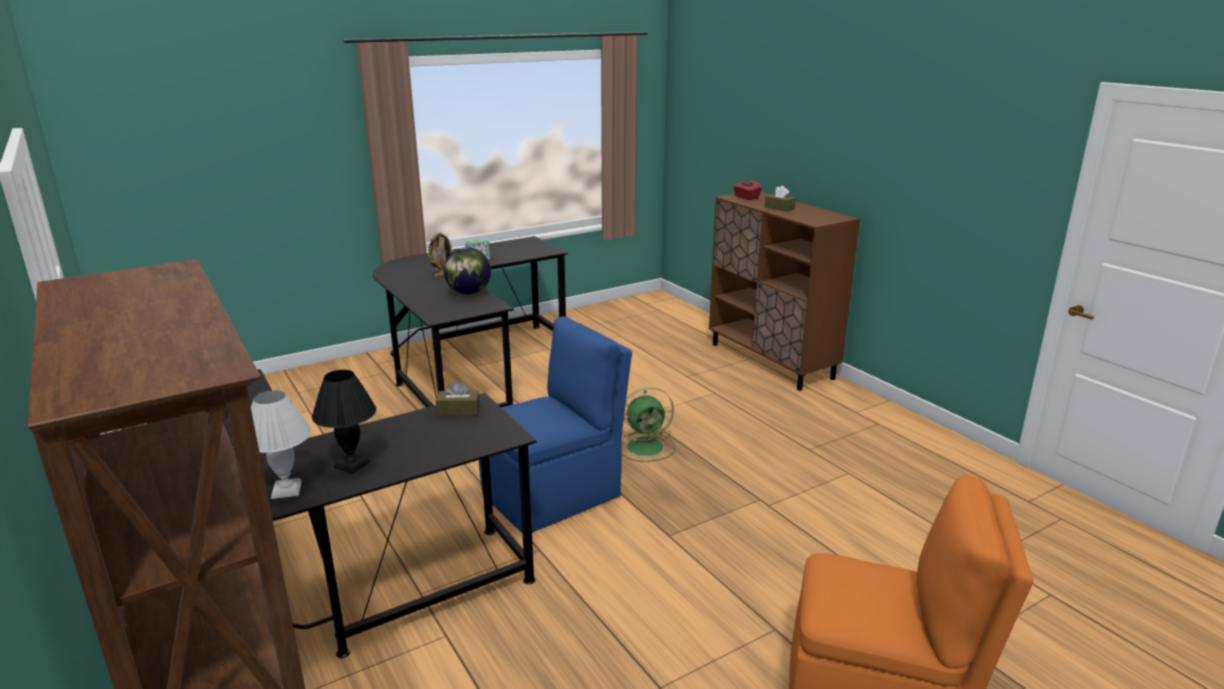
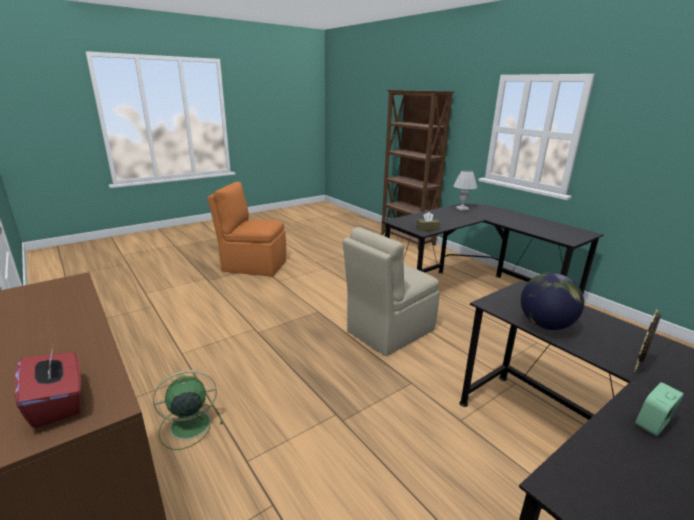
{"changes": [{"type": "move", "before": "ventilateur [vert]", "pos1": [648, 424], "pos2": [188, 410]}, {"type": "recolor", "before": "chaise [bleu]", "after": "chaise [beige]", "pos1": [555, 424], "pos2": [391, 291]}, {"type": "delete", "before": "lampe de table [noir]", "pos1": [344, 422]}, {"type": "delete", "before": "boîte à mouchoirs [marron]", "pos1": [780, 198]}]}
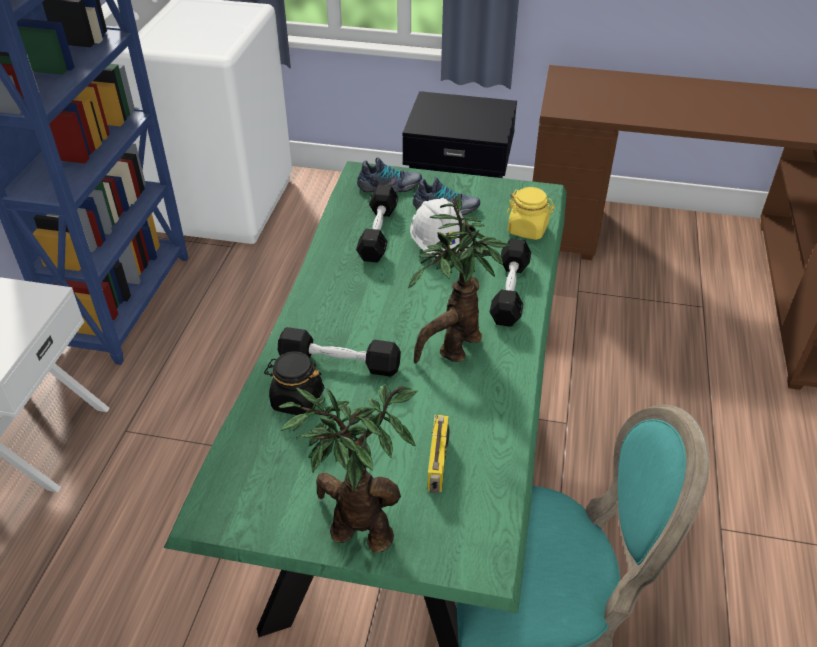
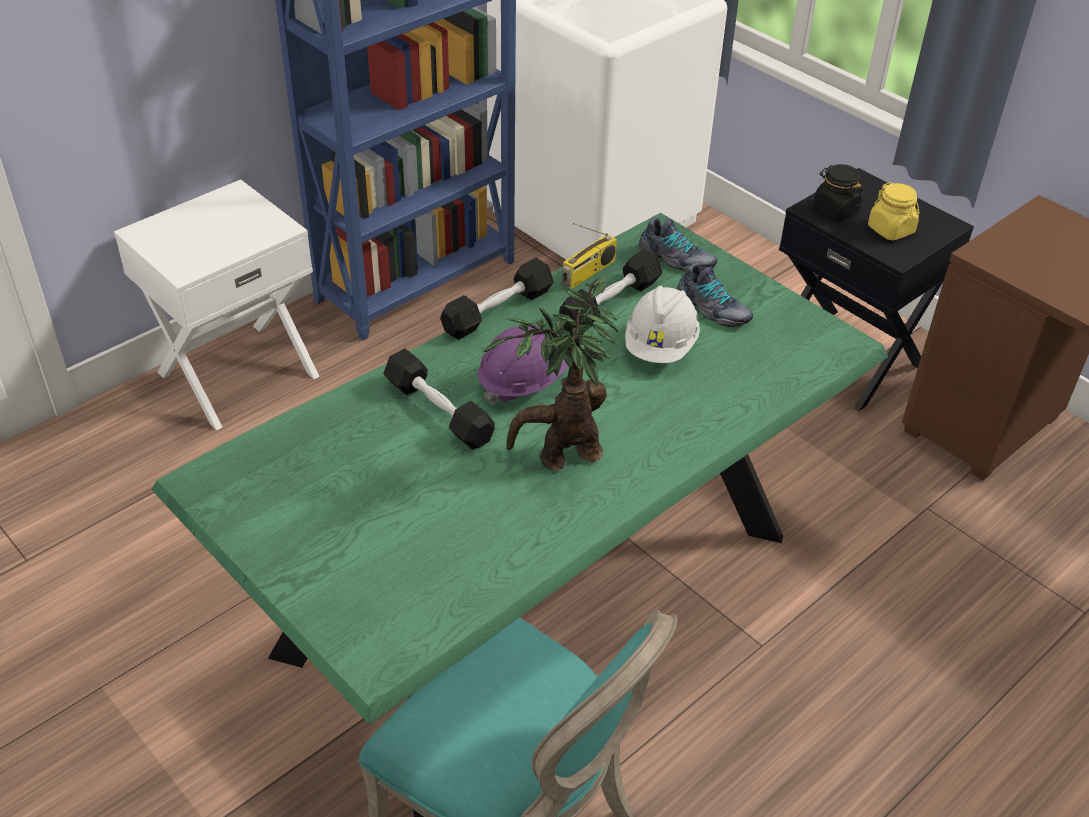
{"changes": [{"type": "move", "before": "haltère [noir]", "pos1": [510, 283], "pos2": [497, 298]}, {"type": "insert", "after": "casque de chantier [violet]", "pos2": [523, 365]}, {"type": "move", "before": "radio", "pos1": [438, 454], "pos2": [589, 256]}, {"type": "move", "before": "bocal [noir]", "pos1": [294, 383], "pos2": [838, 192]}, {"type": "move", "before": "bocal [jaune]", "pos1": [531, 213], "pos2": [893, 211]}, {"type": "delete", "before": "plante en pot", "pos1": [348, 468]}]}
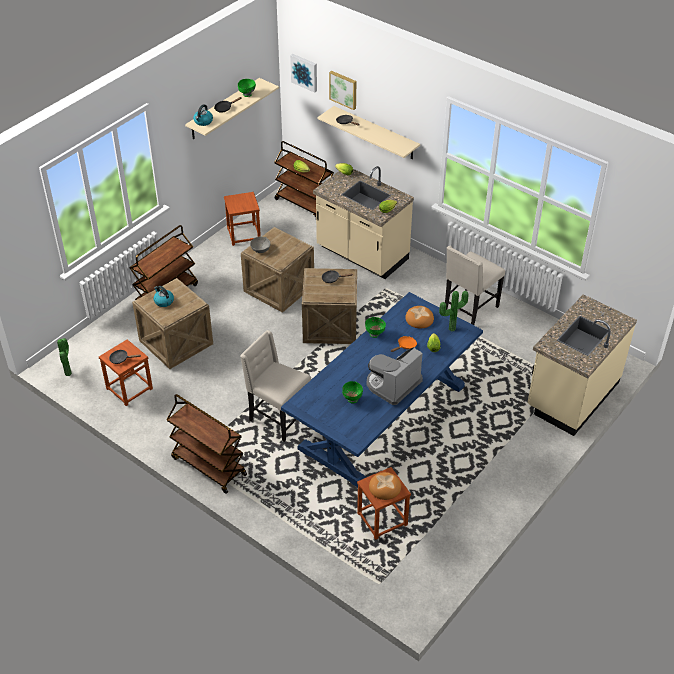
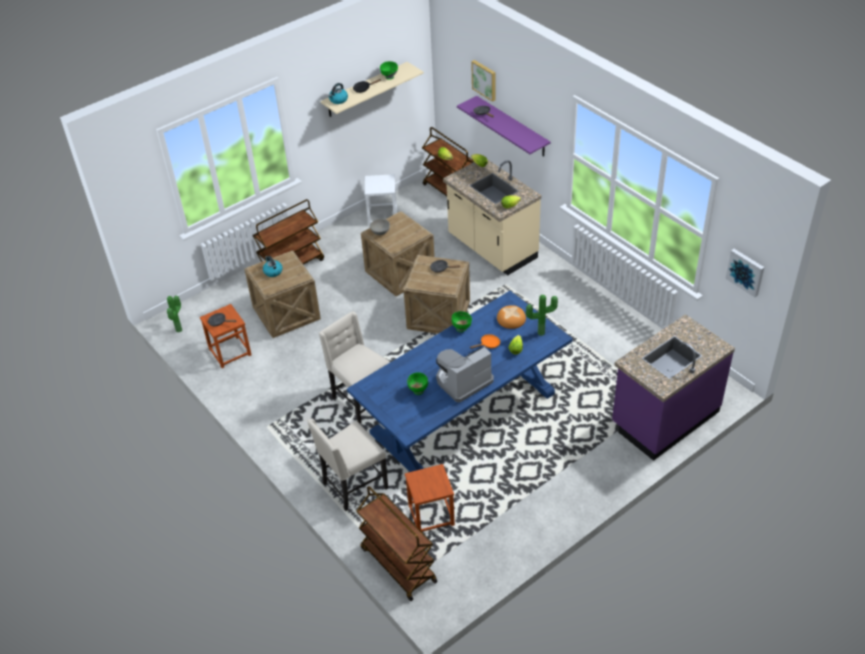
{"changes": [{"type": "move", "before": "chaise [beige]", "pos1": [475, 285], "pos2": [347, 465]}, {"type": "move", "before": "chariot [marron]", "pos1": [207, 444], "pos2": [396, 543]}, {"type": "recolor", "before": "tabouret [marron]", "after": "tabouret [blanc]", "pos1": [242, 219], "pos2": [380, 199]}, {"type": "recolor", "before": "étagère [beige]", "after": "étagère [violet]", "pos1": [368, 132], "pos2": [504, 126]}, {"type": "recolor", "before": "comptoir de cuisine [beige]", "after": "comptoir de cuisine [violet]", "pos1": [582, 365], "pos2": [673, 387]}, {"type": "move", "before": "tableau", "pos1": [303, 73], "pos2": [744, 273]}, {"type": "delete", "before": "pain", "pos1": [385, 486]}]}
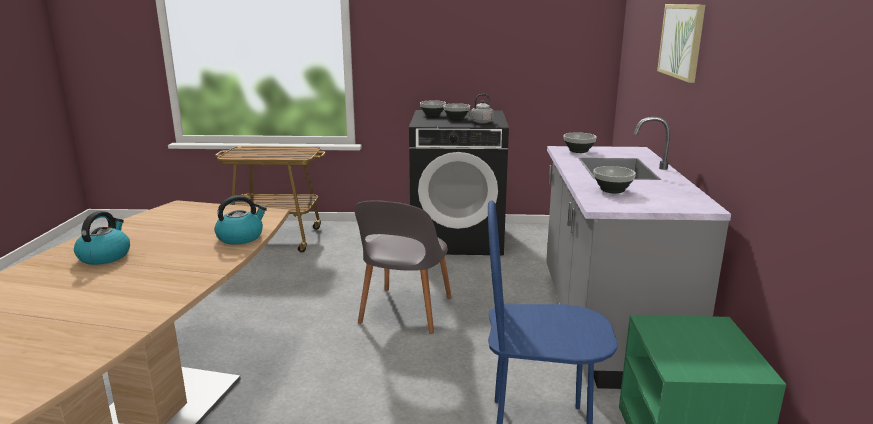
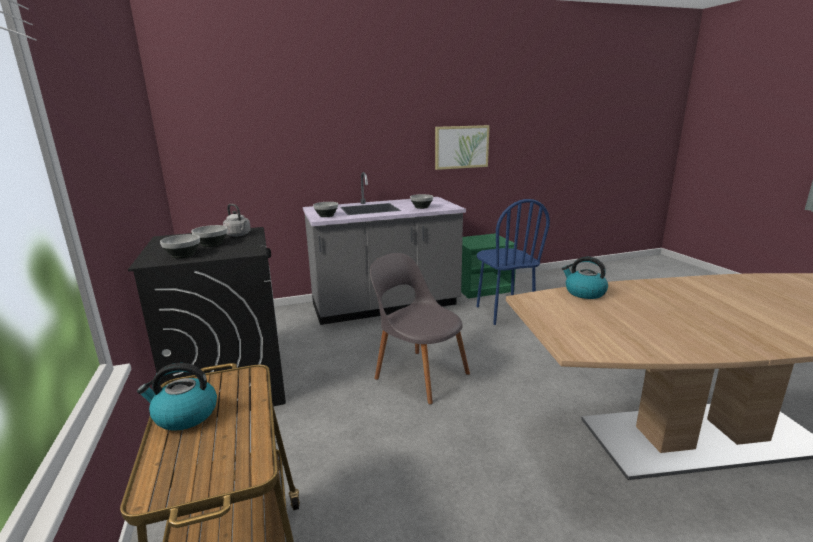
{"changes": [{"type": "move", "before": "bouilloire", "pos1": [102, 238], "pos2": [177, 397]}, {"type": "rotate", "before": "chaise [gris]", "pos1": [403, 267], "pos2": [420, 328], "turn": -135}, {"type": "move", "before": "tableau", "pos1": [681, 43], "pos2": [462, 147]}]}
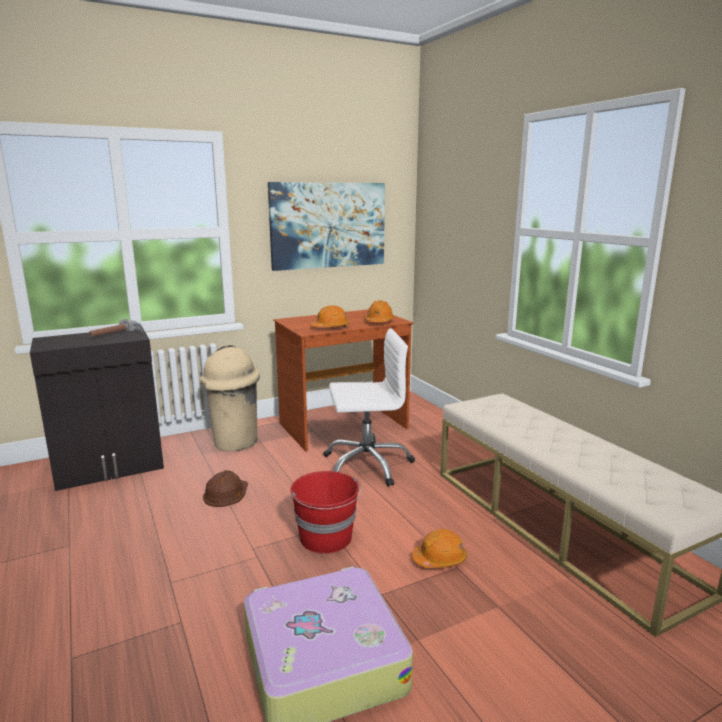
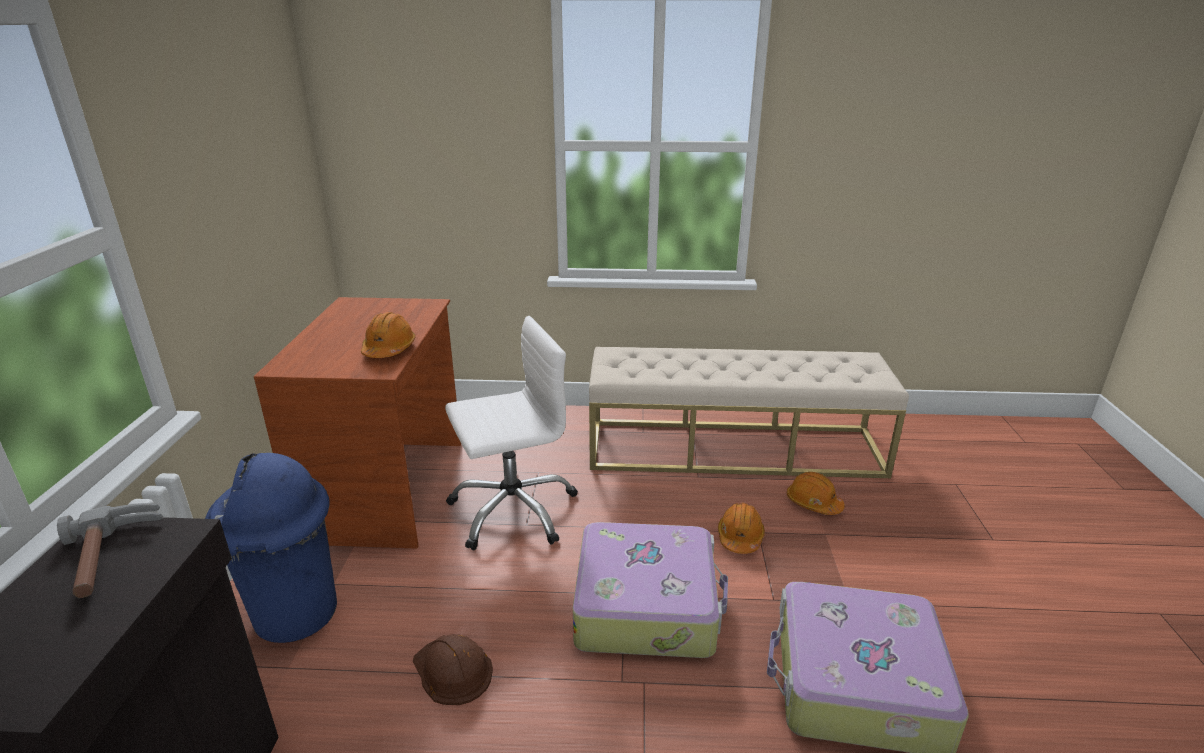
{"changes": [{"type": "recolor", "before": "poubelle [beige]", "after": "poubelle [bleu]", "pos1": [229, 398], "pos2": [271, 548]}, {"type": "rotate", "before": "chaise de bureau [blanc]", "pos1": [369, 407], "pos2": [511, 433], "turn": 45}, {"type": "replace", "before": "seau [rouge]", "after": "valise", "pos1": [326, 512], "pos2": [650, 590]}, {"type": "move", "before": "casque de chantier [orange]", "pos1": [379, 311], "pos2": [816, 493]}, {"type": "delete", "before": "tableau", "pos1": [326, 226]}]}
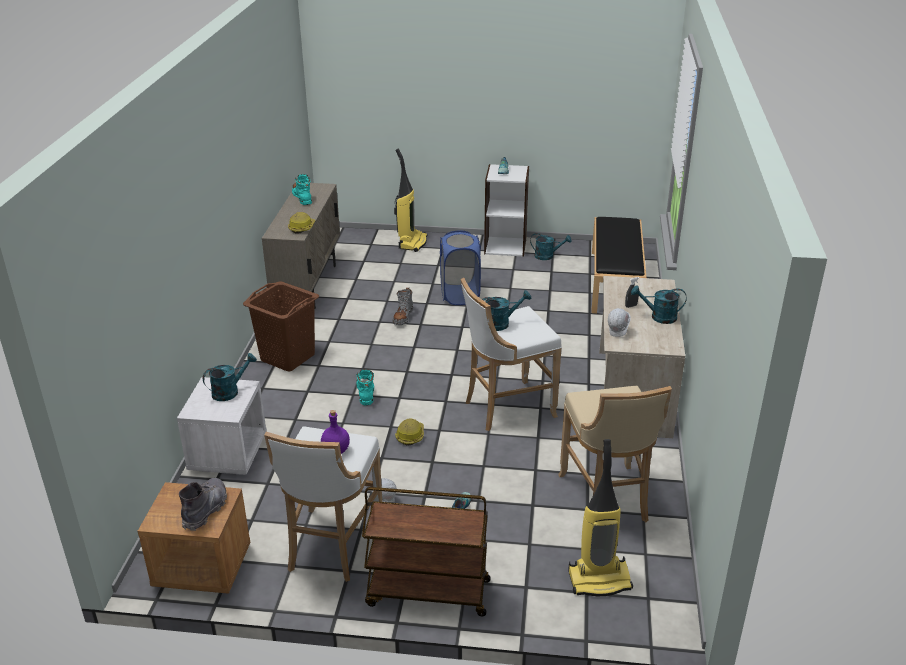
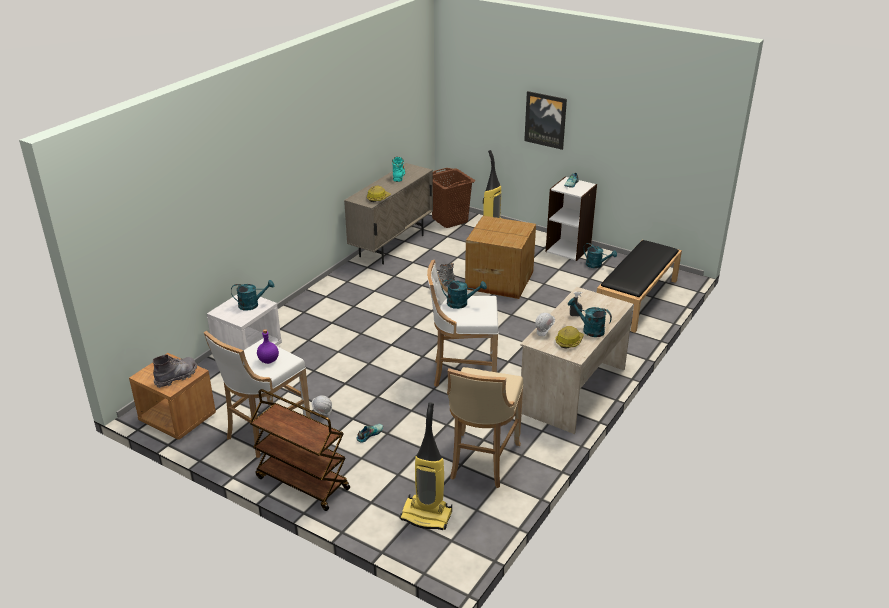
{"changes": [{"type": "move", "before": "panier à linge [marron]", "pos1": [281, 326], "pos2": [453, 198]}, {"type": "replace", "before": "panier à linge [bleu]", "after": "carton", "pos1": [460, 268], "pos2": [500, 257]}, {"type": "insert", "after": "tableau", "pos2": [545, 120]}, {"type": "move", "before": "casque de chantier", "pos1": [409, 431], "pos2": [569, 337]}, {"type": "delete", "before": "botte [turquoise]", "pos1": [365, 388]}]}
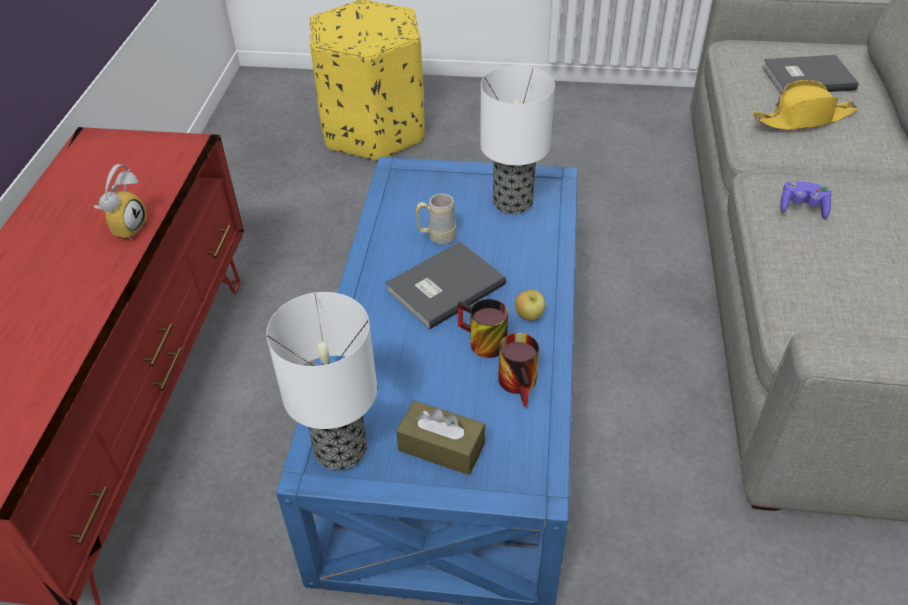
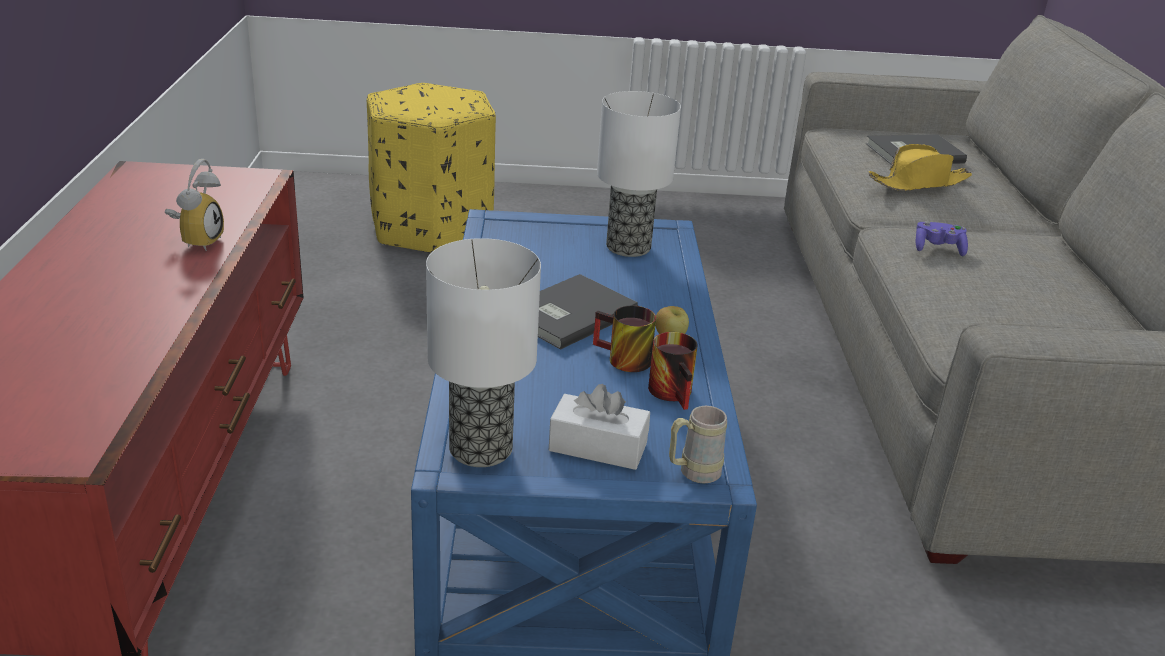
{"changes": [{"type": "recolor", "before": "boîte à mouchoirs [marron]", "after": "boîte à mouchoirs [blanc]", "pos1": [440, 437], "pos2": [599, 427]}, {"type": "move", "before": "mug [beige]", "pos1": [436, 219], "pos2": [698, 445]}]}
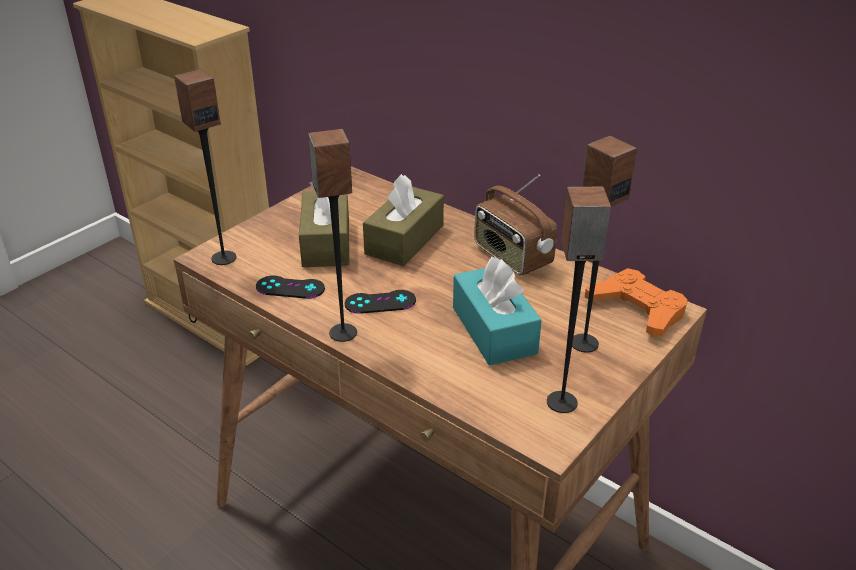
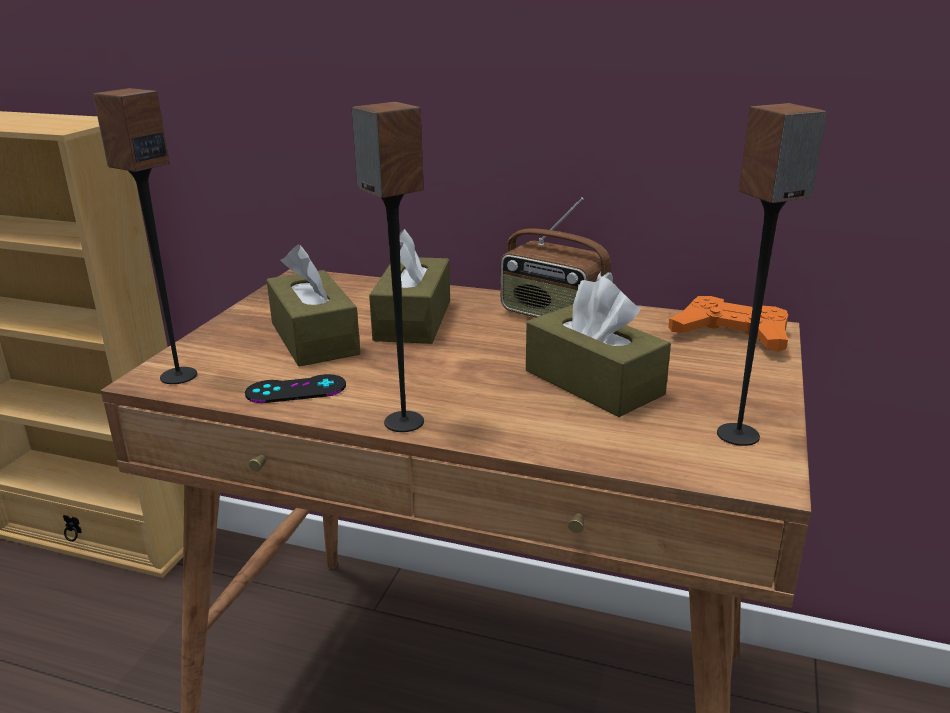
{"changes": [{"type": "recolor", "before": "boîte à mouchoirs [turquoise]", "after": "boîte à mouchoirs [marron]", "pos1": [497, 311], "pos2": [598, 347]}, {"type": "delete", "before": "manette [noir]", "pos1": [380, 302]}, {"type": "delete", "before": "enceinte", "pos1": [604, 244]}]}
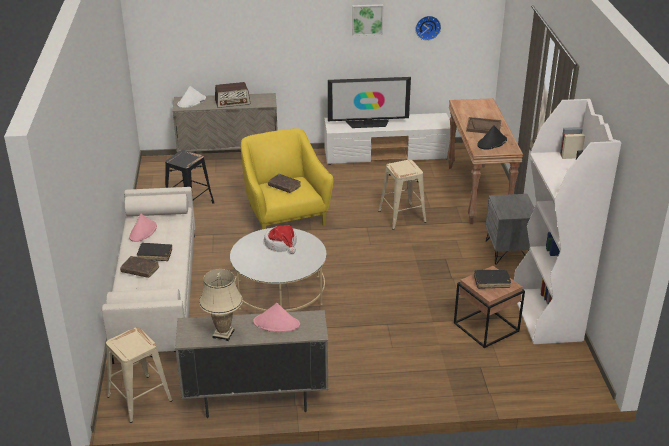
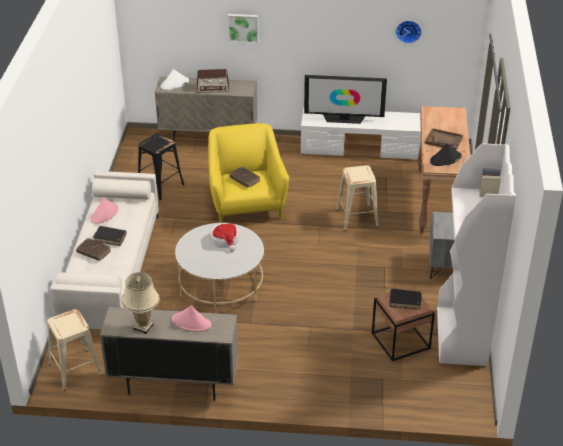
{"changes": [{"type": "move", "before": "tableau", "pos1": [367, 20], "pos2": [243, 28]}]}
